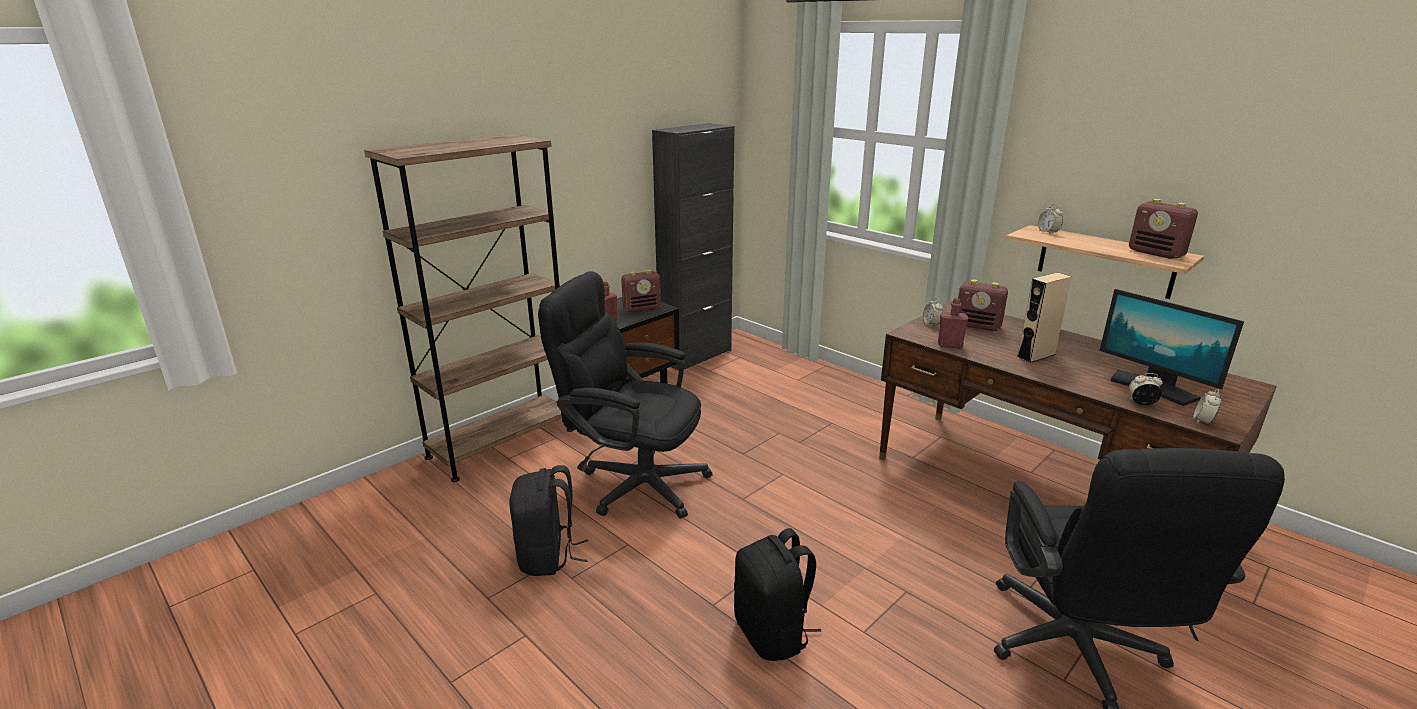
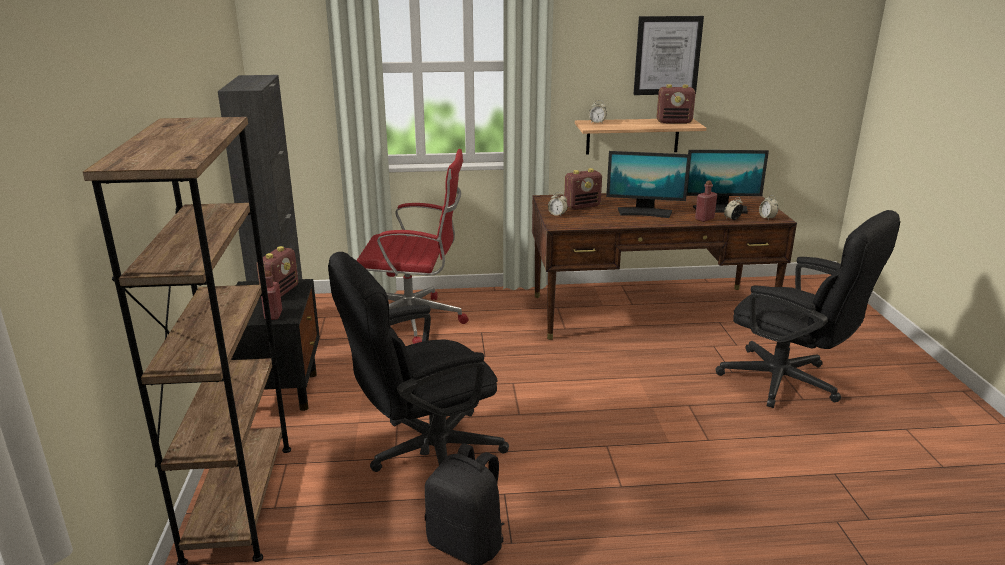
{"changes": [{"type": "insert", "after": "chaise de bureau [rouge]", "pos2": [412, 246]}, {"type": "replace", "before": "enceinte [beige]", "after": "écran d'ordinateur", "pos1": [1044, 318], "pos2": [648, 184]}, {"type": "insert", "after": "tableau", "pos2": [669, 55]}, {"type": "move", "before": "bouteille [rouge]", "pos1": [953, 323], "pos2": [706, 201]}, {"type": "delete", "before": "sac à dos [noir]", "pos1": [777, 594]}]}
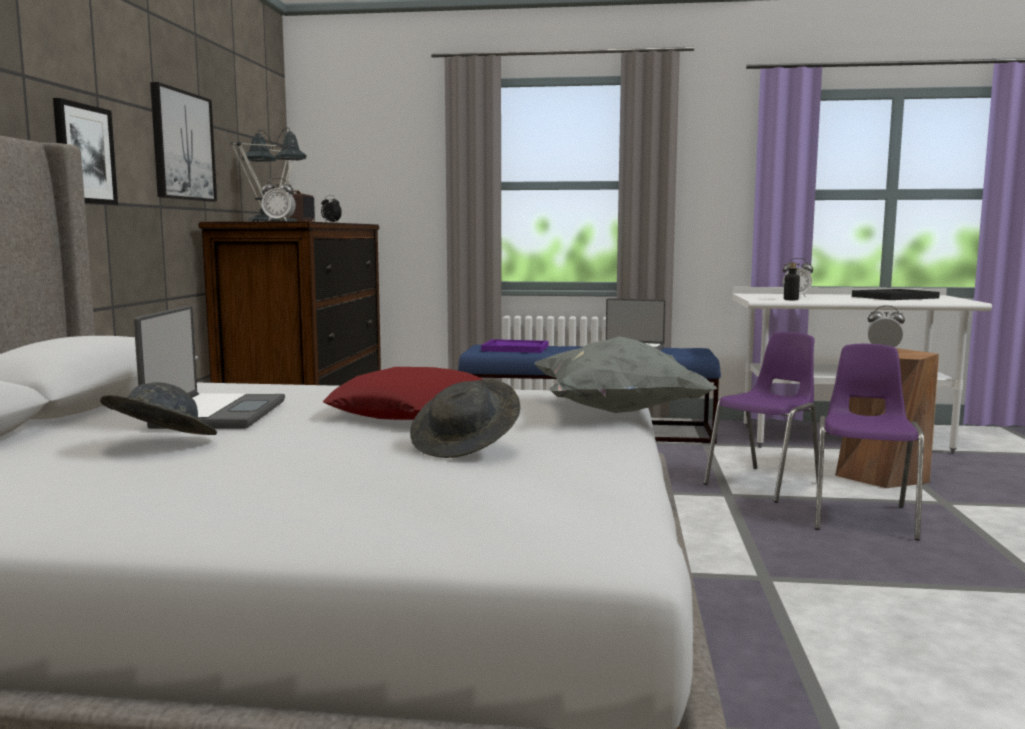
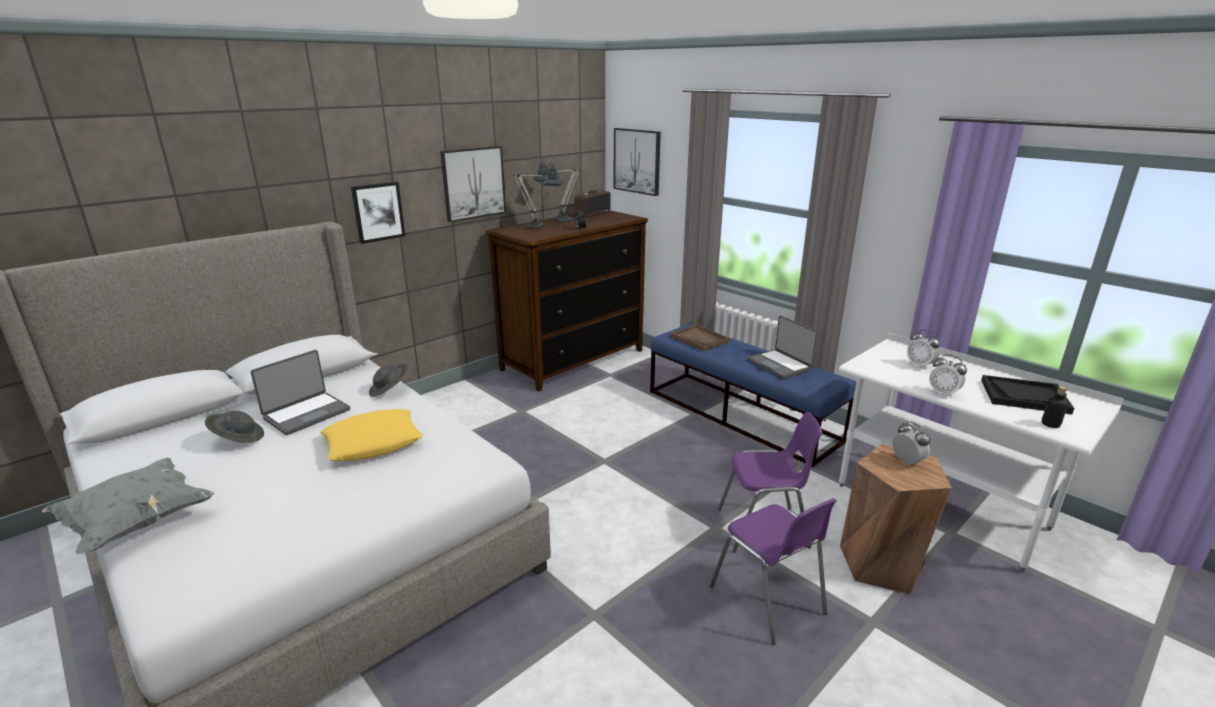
{"changes": [{"type": "move", "before": "coussin [gris]", "pos1": [625, 374], "pos2": [128, 505]}, {"type": "recolor", "before": "coussin [rouge]", "after": "coussin [jaune]", "pos1": [403, 393], "pos2": [371, 435]}, {"type": "move", "before": "chapeau [gris]", "pos1": [465, 418], "pos2": [388, 380]}, {"type": "insert", "after": "tableau", "pos2": [637, 162]}, {"type": "recolor", "before": "plateau [violet]", "after": "plateau [marron]", "pos1": [515, 346], "pos2": [700, 338]}, {"type": "rotate", "before": "chaise [violet]", "pos1": [869, 442], "pos2": [773, 571], "turn": 90}, {"type": "move", "before": "réveil", "pos1": [278, 200], "pos2": [948, 376]}, {"type": "move", "before": "bouteille", "pos1": [792, 281], "pos2": [1055, 407]}]}
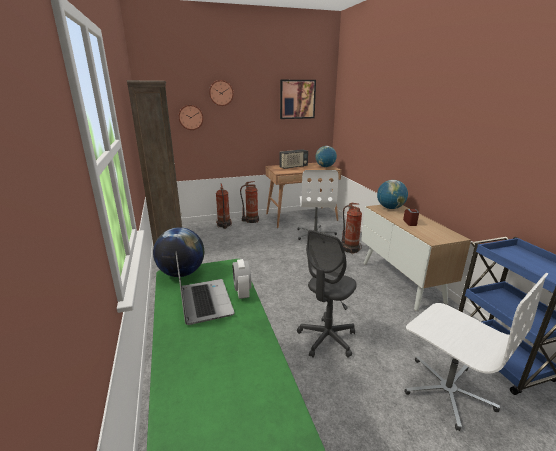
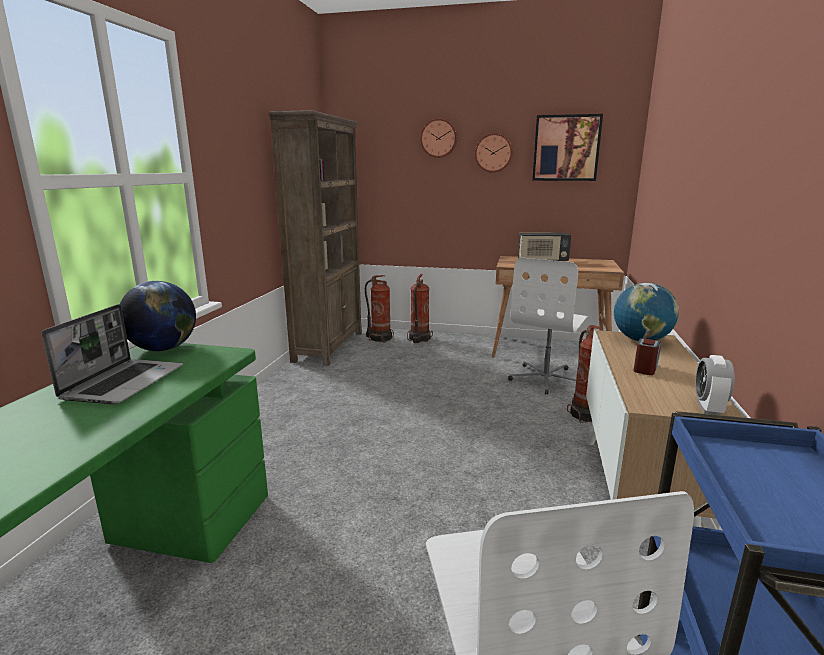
{"changes": [{"type": "move", "before": "extincteur", "pos1": [249, 202], "pos2": [379, 309]}, {"type": "move", "before": "horloge murale", "pos1": [190, 117], "pos2": [494, 153]}, {"type": "move", "before": "réveil", "pos1": [241, 279], "pos2": [715, 385]}, {"type": "delete", "before": "chaise de bureau [gris]", "pos1": [327, 294]}, {"type": "delete", "before": "globe", "pos1": [326, 156]}]}
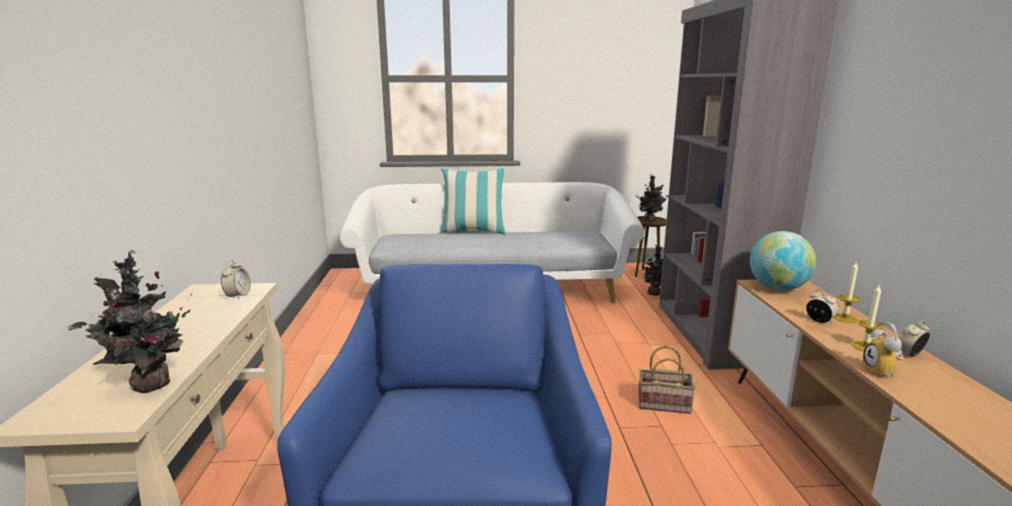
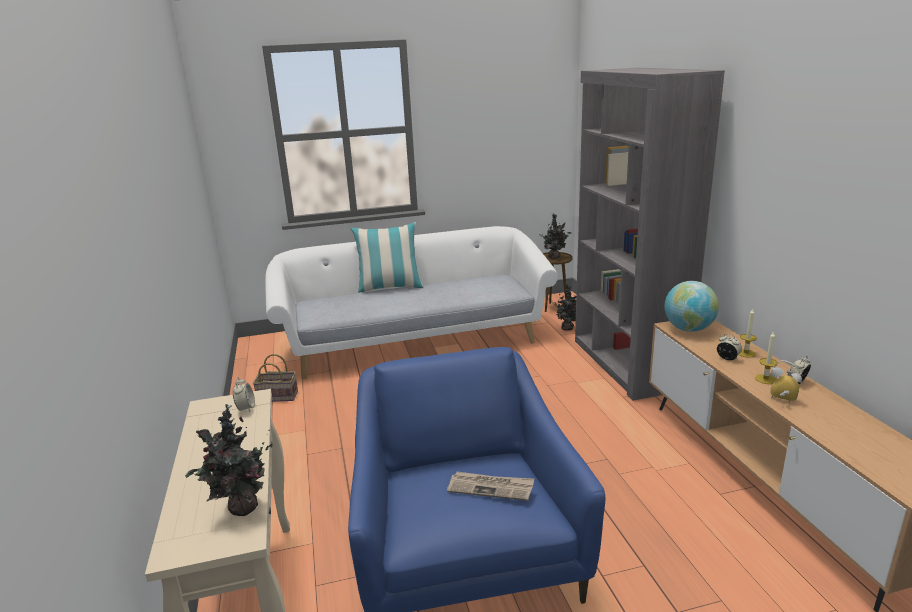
{"changes": [{"type": "move", "before": "panier", "pos1": [667, 380], "pos2": [275, 378]}, {"type": "insert", "after": "journal", "pos2": [490, 486]}, {"type": "rotate", "before": "réveil", "pos1": [883, 350], "pos2": [786, 381], "turn": 135}]}
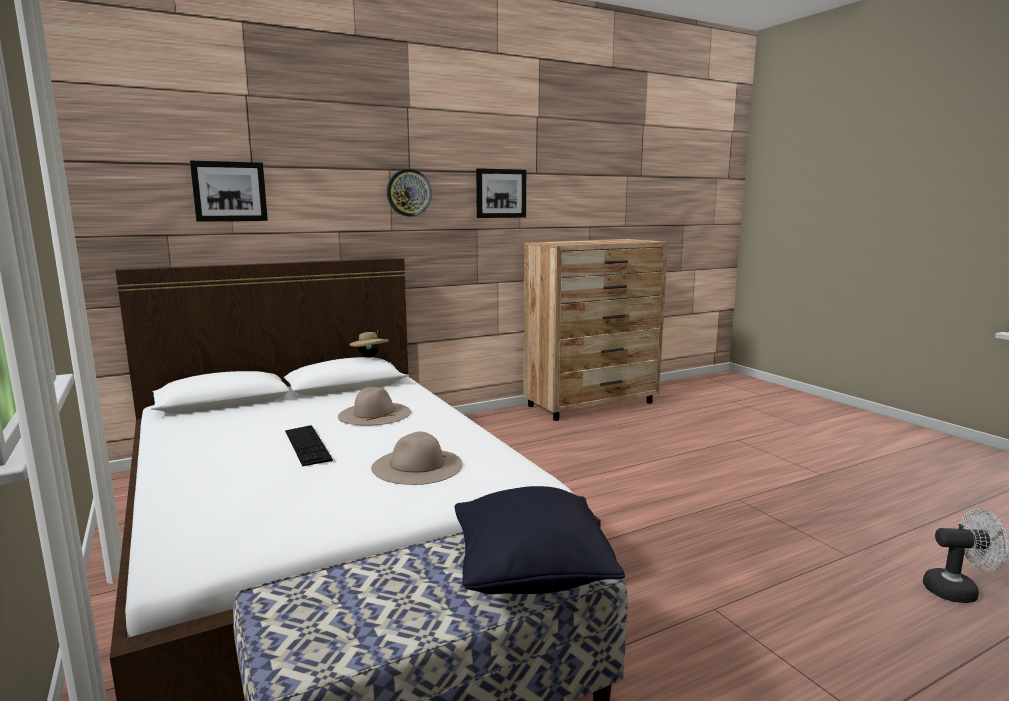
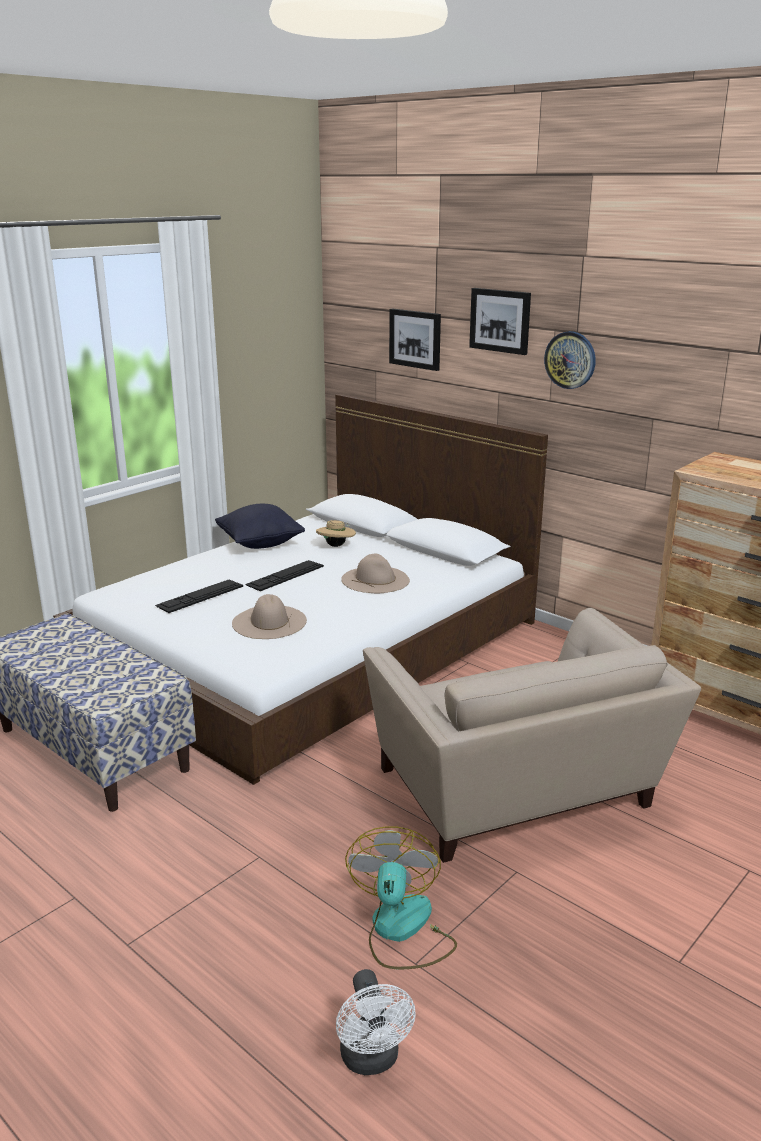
{"changes": [{"type": "insert", "after": "clavier", "pos2": [199, 596]}, {"type": "move", "before": "coussin [noir]", "pos1": [540, 540], "pos2": [260, 526]}, {"type": "move", "before": "chapeau [beige]", "pos1": [369, 343], "pos2": [336, 533]}, {"type": "insert", "after": "ventilateur", "pos2": [401, 897]}, {"type": "insert", "after": "fauteuil [beige]", "pos2": [532, 735]}, {"type": "move", "before": "tableau", "pos1": [501, 193], "pos2": [500, 321]}]}
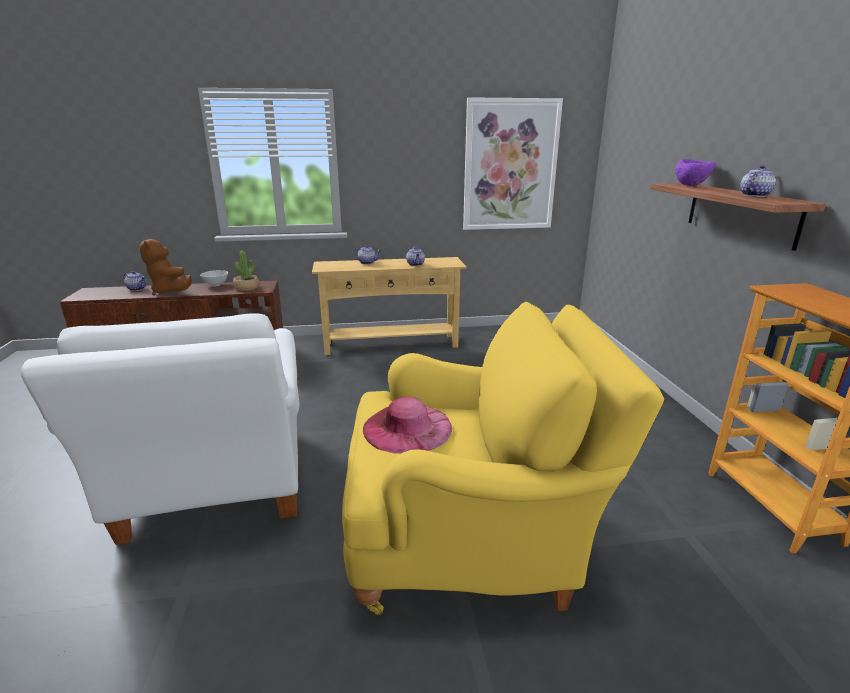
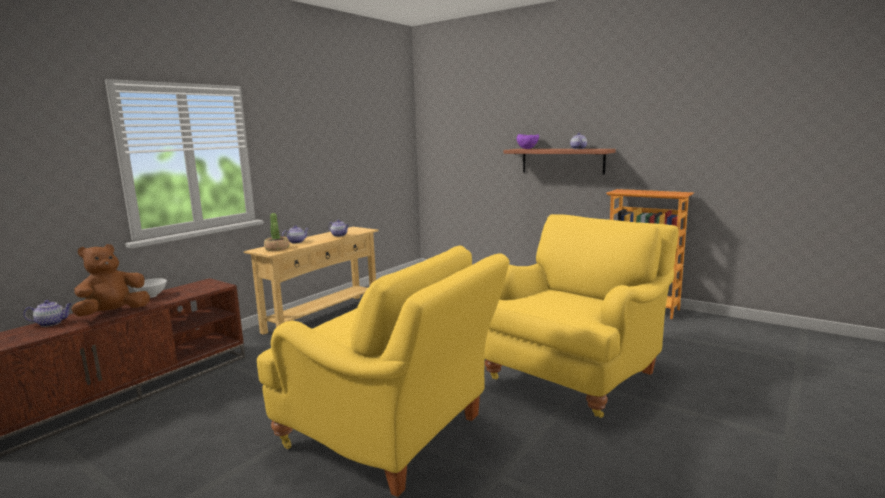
{"changes": [{"type": "rotate", "before": "peluche [marron]", "pos1": [166, 267], "pos2": [110, 280], "turn": 120}, {"type": "recolor", "before": "fauteuil [blanc]", "after": "fauteuil [jaune]", "pos1": [160, 429], "pos2": [383, 371]}, {"type": "move", "before": "plante en pot", "pos1": [246, 271], "pos2": [276, 232]}, {"type": "delete", "before": "chapeau [rose]", "pos1": [407, 425]}, {"type": "delete", "before": "tableau", "pos1": [513, 163]}]}
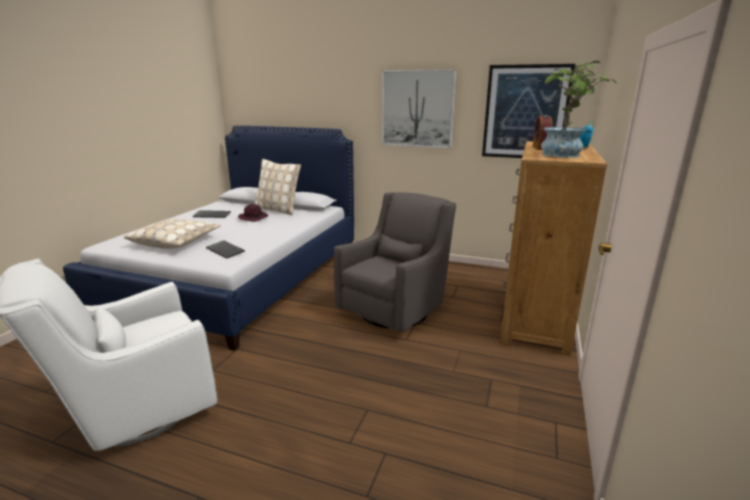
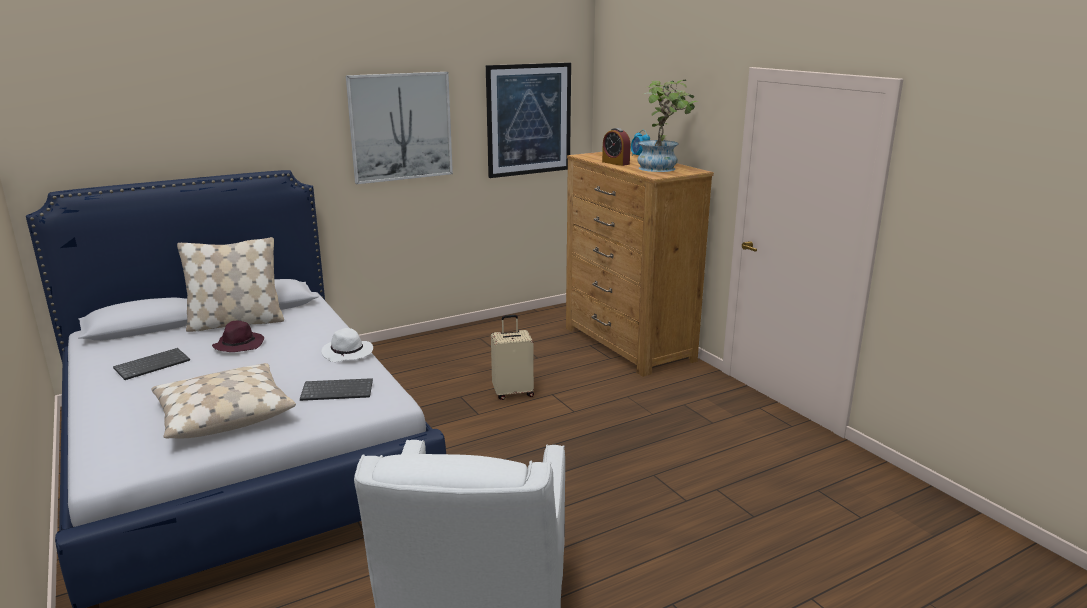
{"changes": [{"type": "insert", "after": "chapeau [blanc]", "pos2": [347, 345]}, {"type": "replace", "before": "fauteuil [gris]", "after": "valise [beige]", "pos1": [395, 262], "pos2": [512, 357]}]}
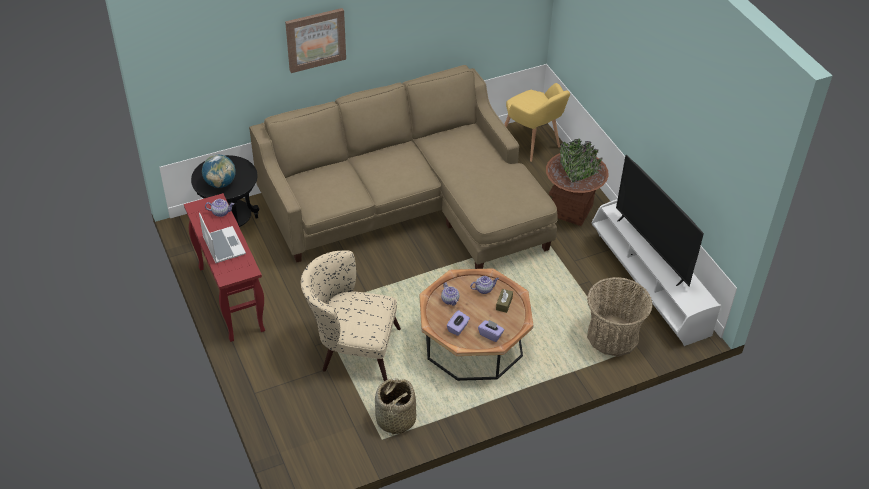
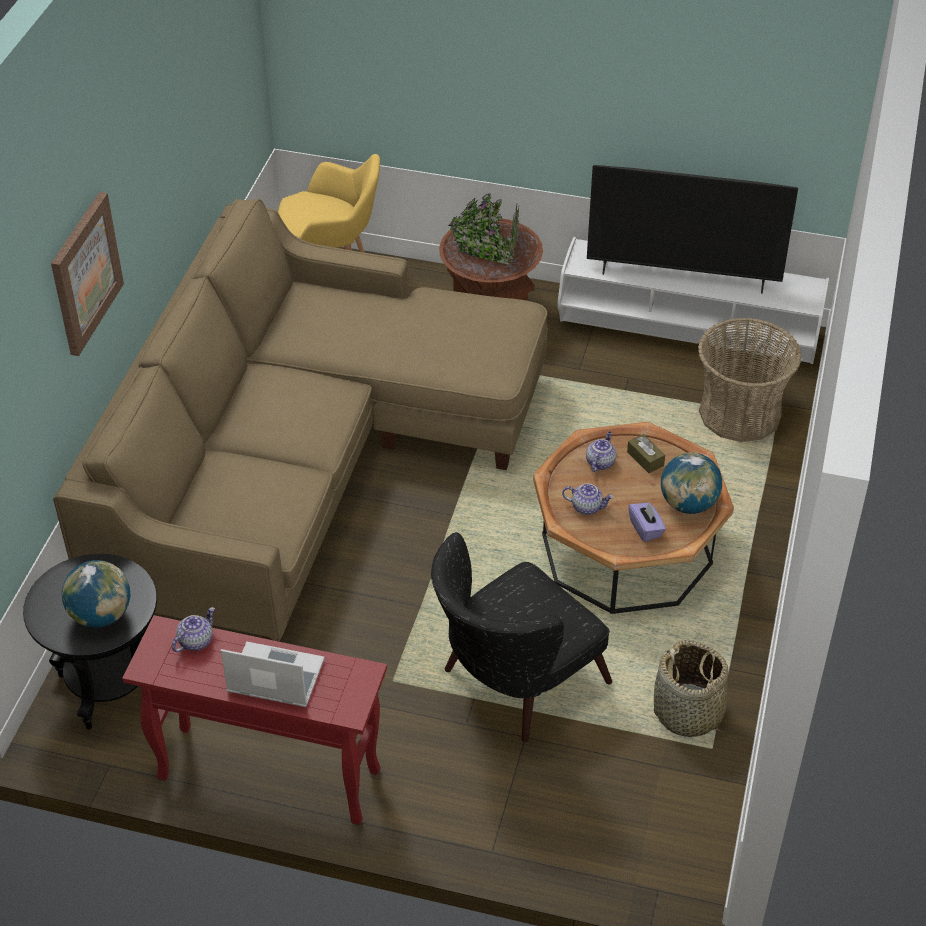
{"changes": [{"type": "recolor", "before": "fauteuil [beige]", "after": "fauteuil [noir]", "pos1": [351, 315], "pos2": [521, 637]}, {"type": "replace", "before": "boîte à mouchoirs [violet]", "after": "globe", "pos1": [491, 331], "pos2": [691, 483]}]}
